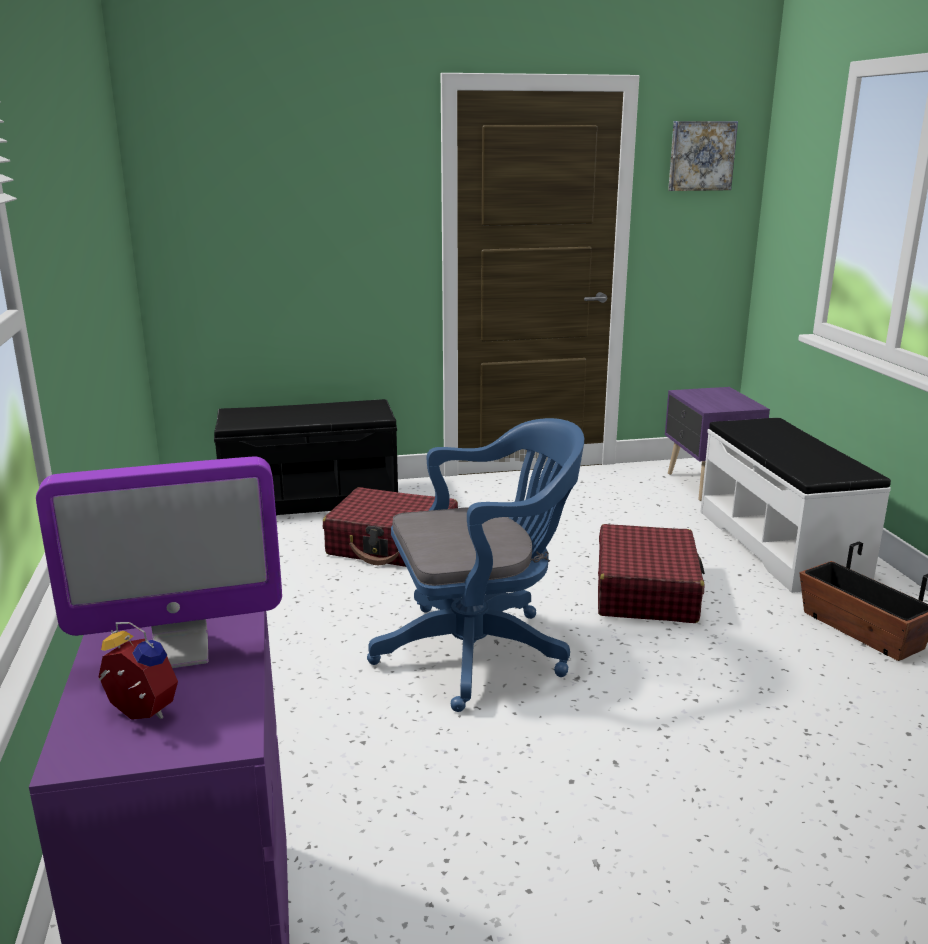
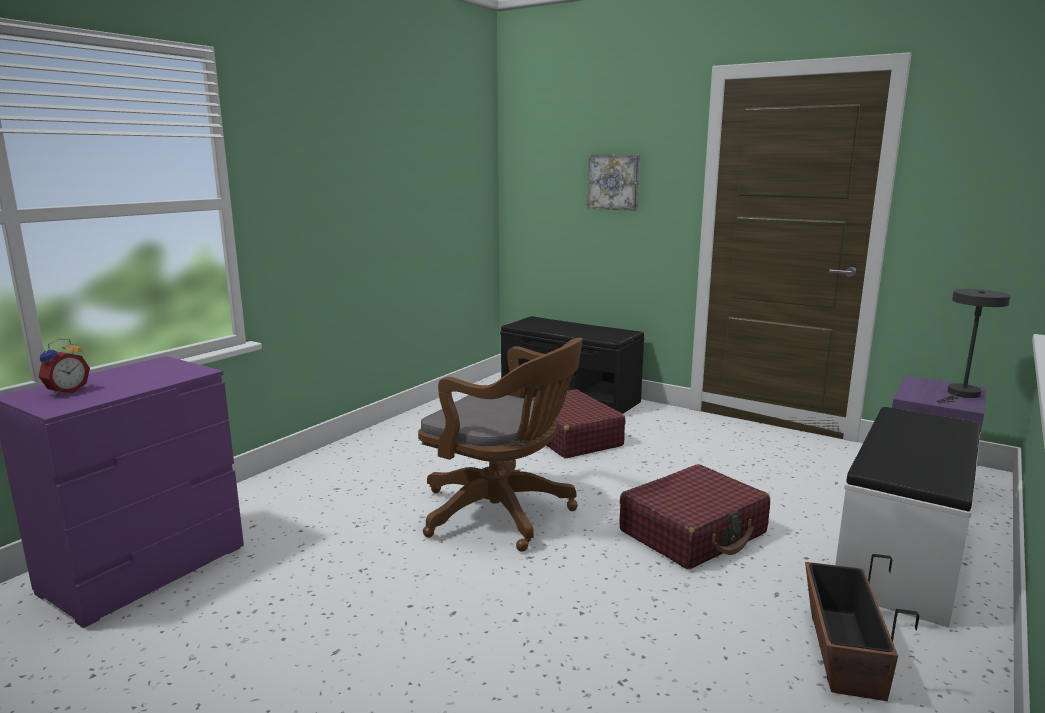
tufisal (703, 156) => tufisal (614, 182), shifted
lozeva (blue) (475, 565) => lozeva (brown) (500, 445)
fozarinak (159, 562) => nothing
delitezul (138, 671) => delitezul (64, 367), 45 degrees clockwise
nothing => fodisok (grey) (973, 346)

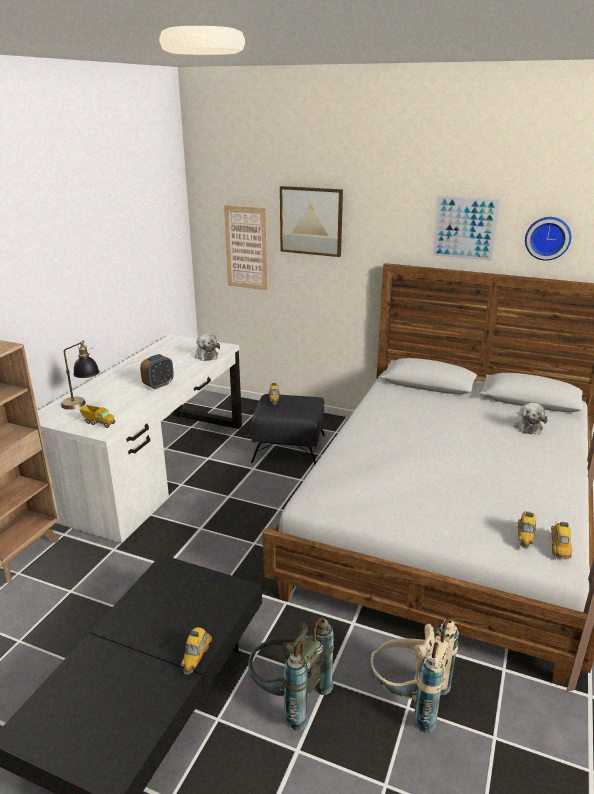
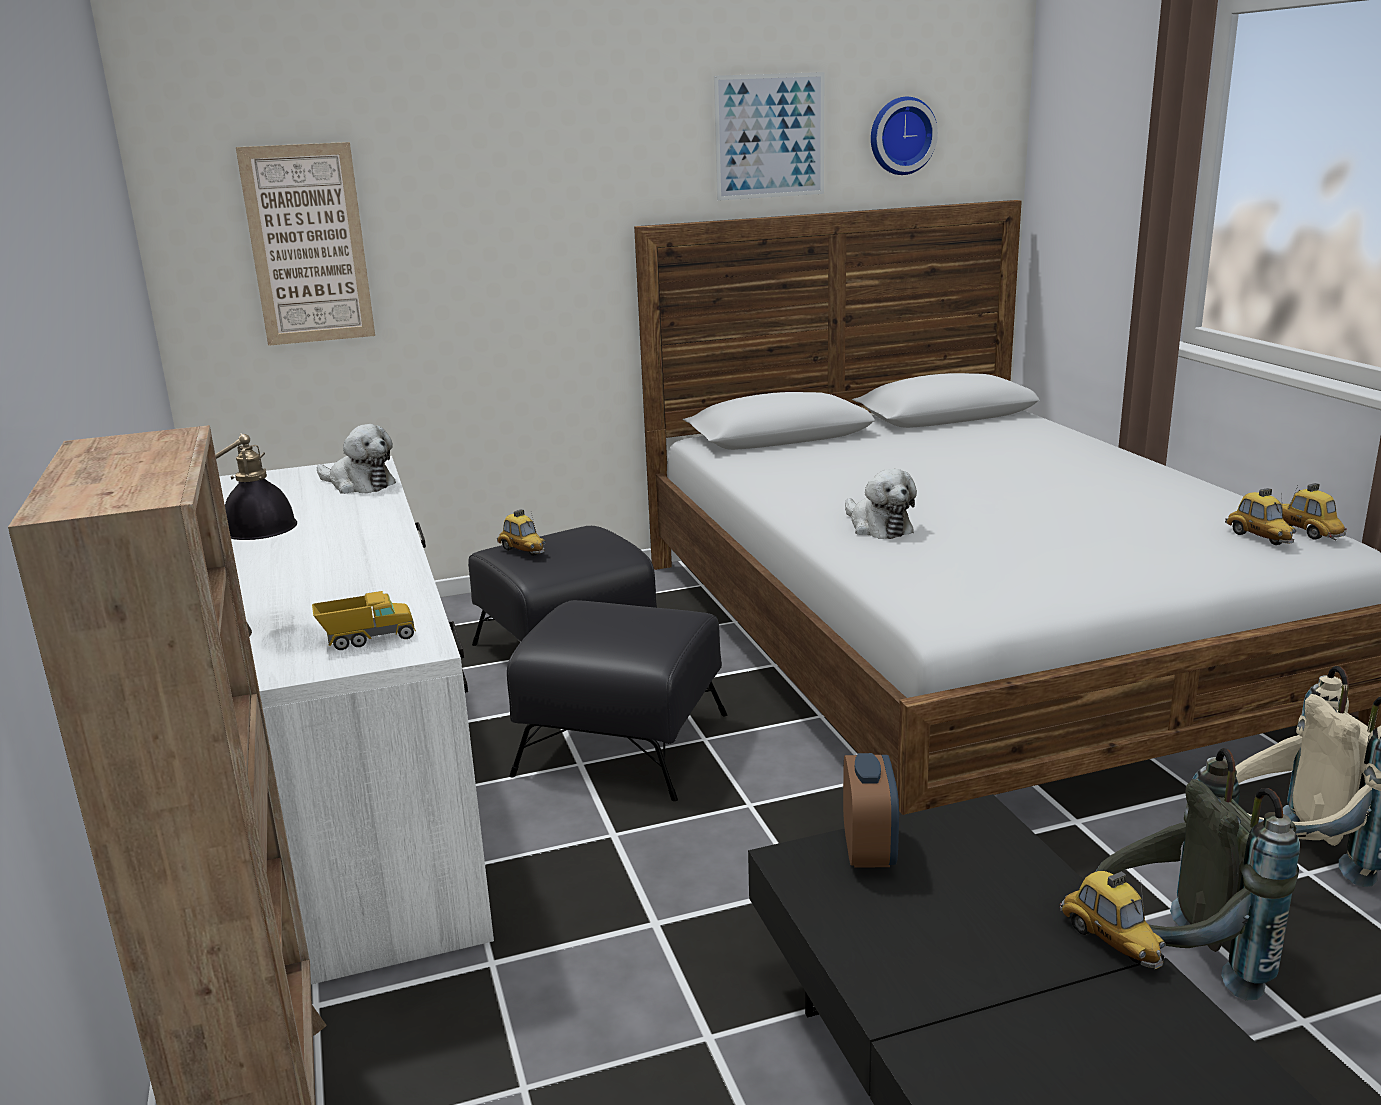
tufisal (311, 221) => nothing
delitezul (157, 371) => delitezul (871, 810), shifted
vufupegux (531, 419) => vufupegux (881, 504), shifted
nothing => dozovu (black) (617, 700)

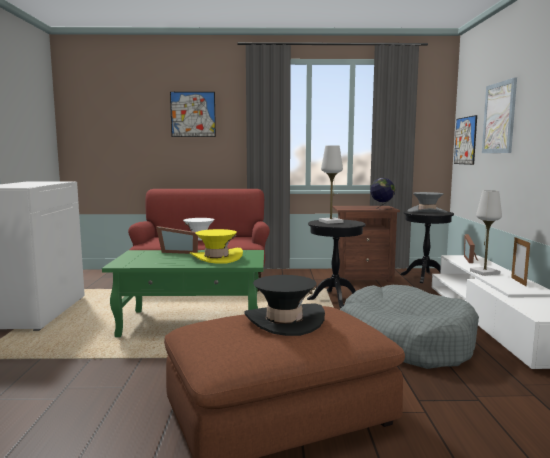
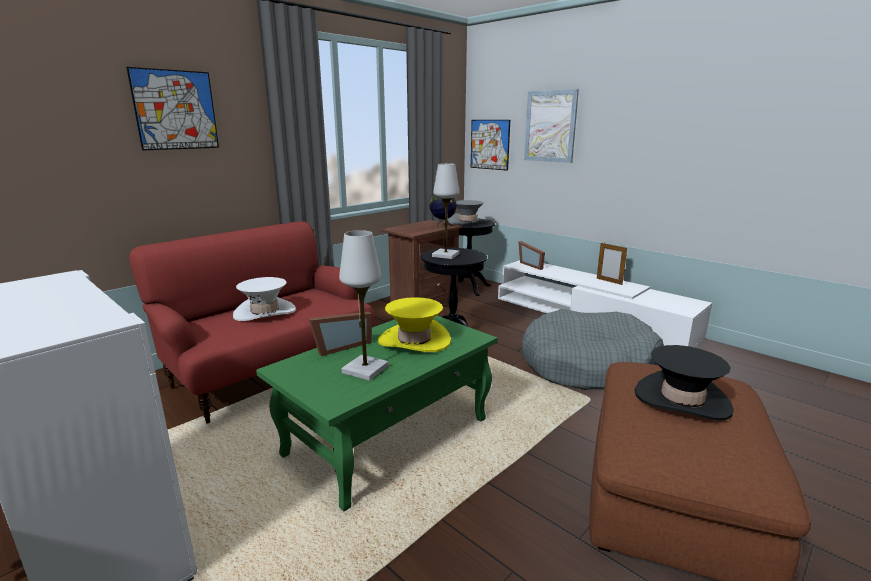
fodisok (white) (486, 233) => fodisok (white) (363, 305), shifted

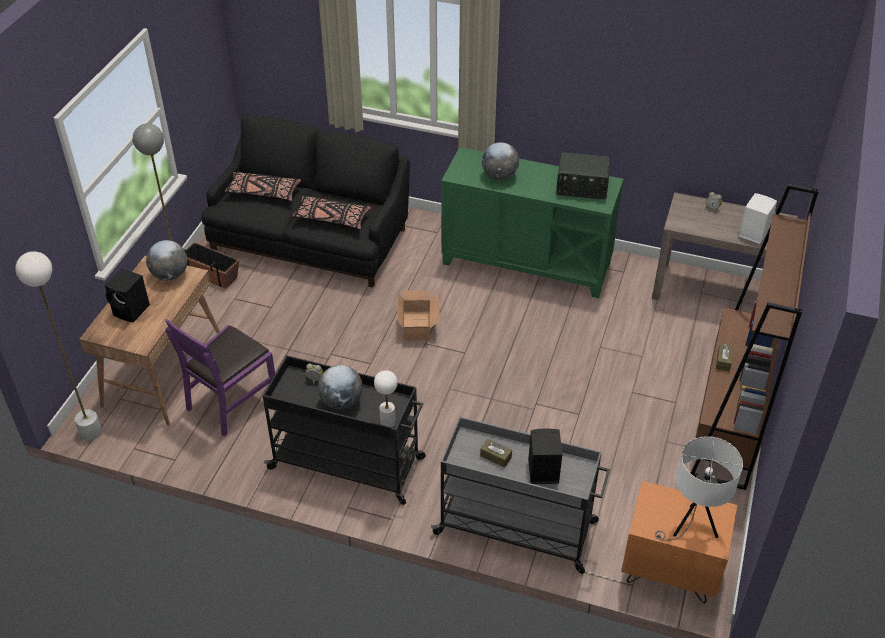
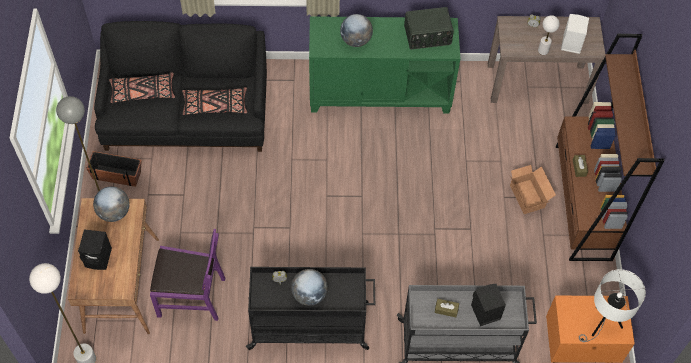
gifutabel (418, 315) => gifutabel (533, 189), shifted
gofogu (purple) (220, 378) => gofogu (purple) (187, 275), 105 degrees counterclockwise
fodisok (white) (386, 398) => fodisok (white) (549, 35), shifted

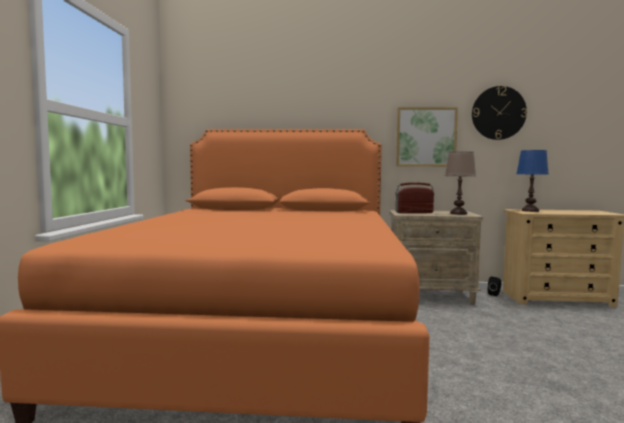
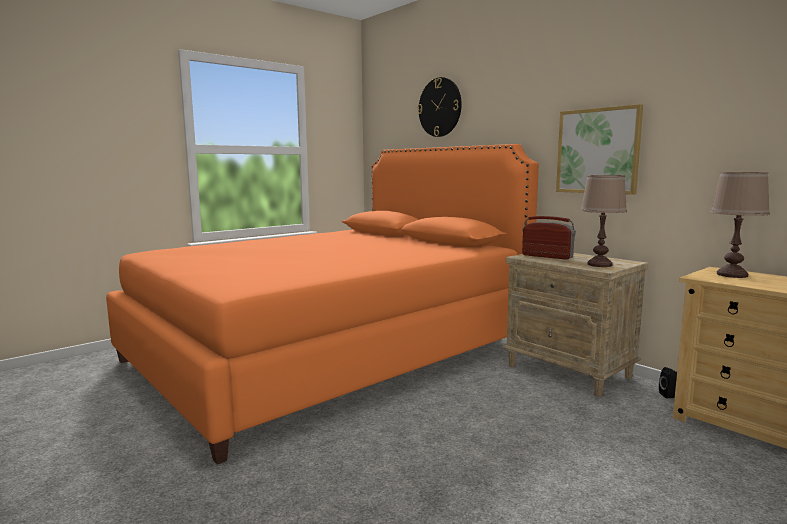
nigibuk (499, 113) => nigibuk (439, 107), shifted
fodisok (blue) (532, 181) => fodisok (brown) (740, 225)

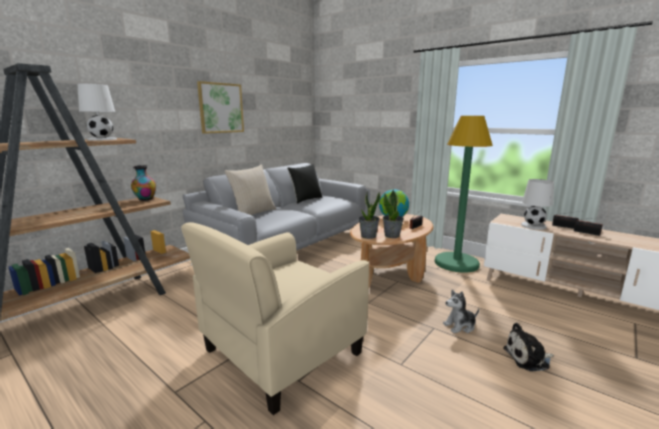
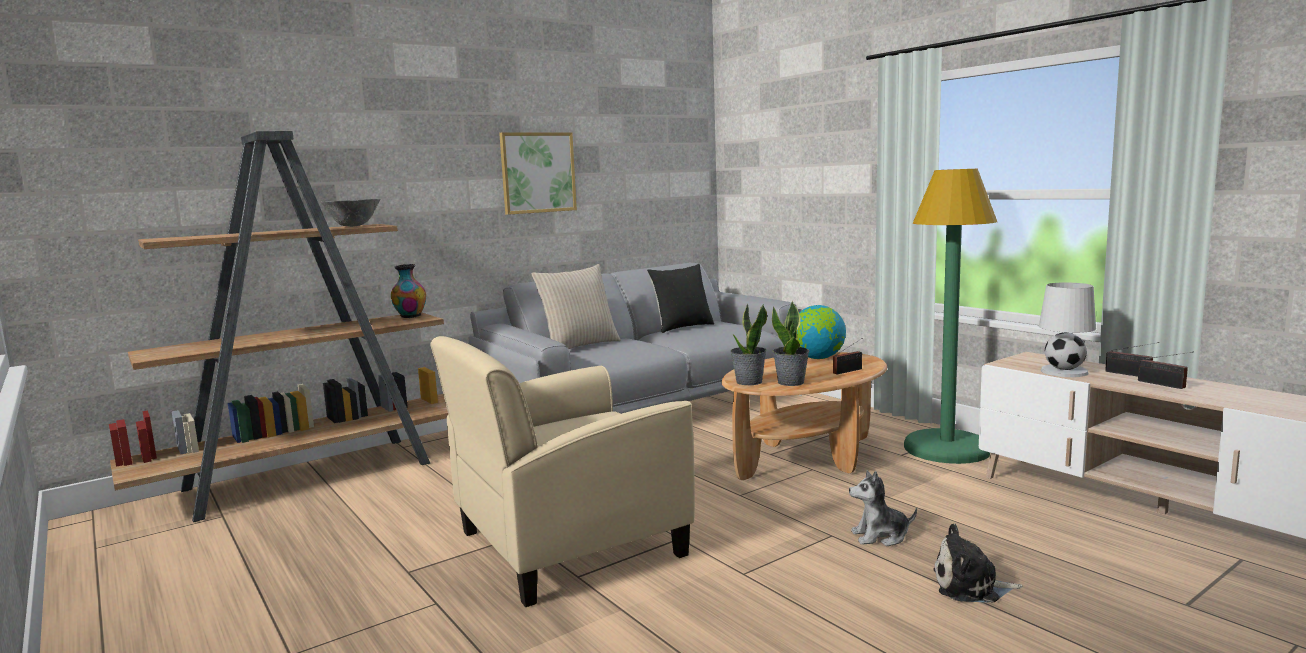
fodisok (white) (97, 112) => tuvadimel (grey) (350, 213)

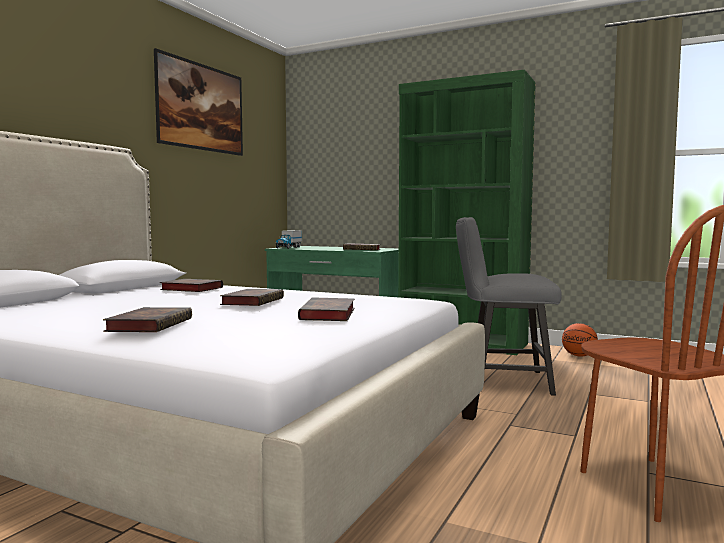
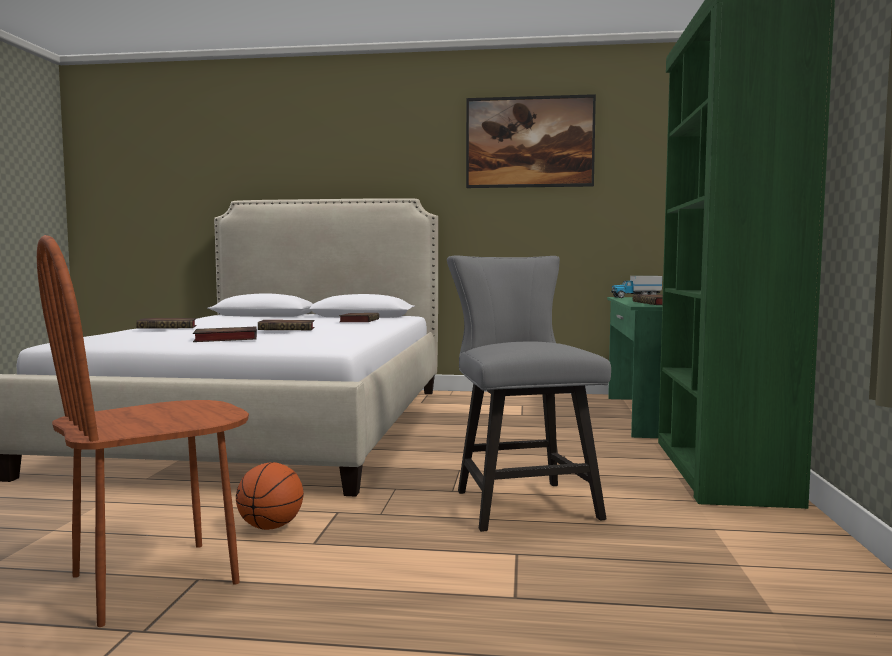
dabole (580, 340) => dabole (270, 496), shifted

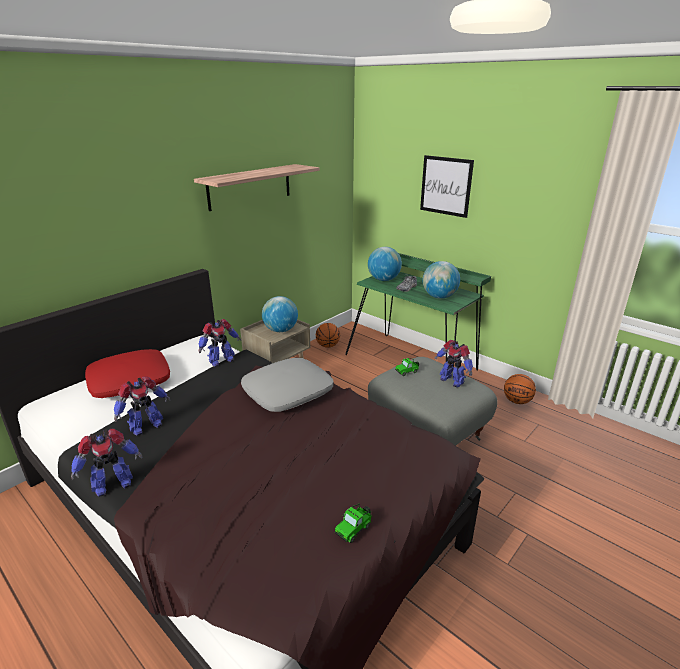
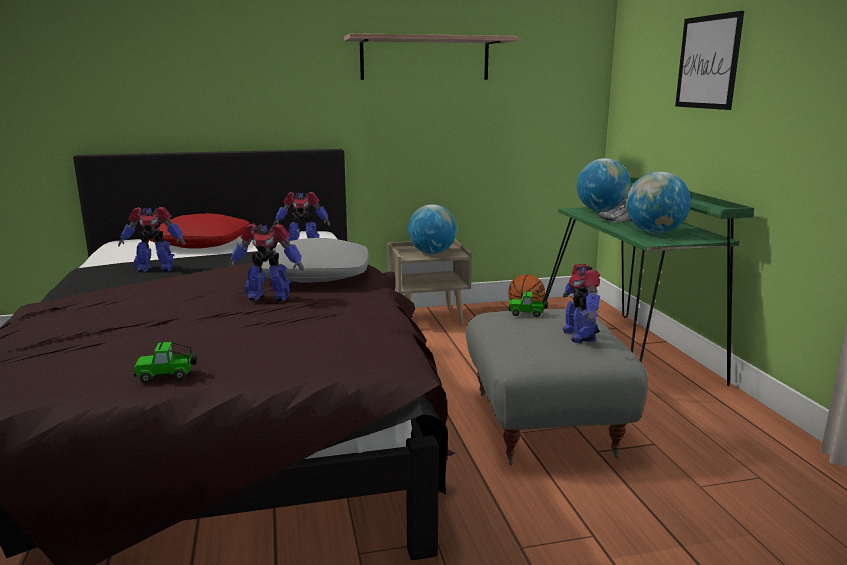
dabole (520, 389) => nothing
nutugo (106, 463) => nutugo (266, 262), shifted

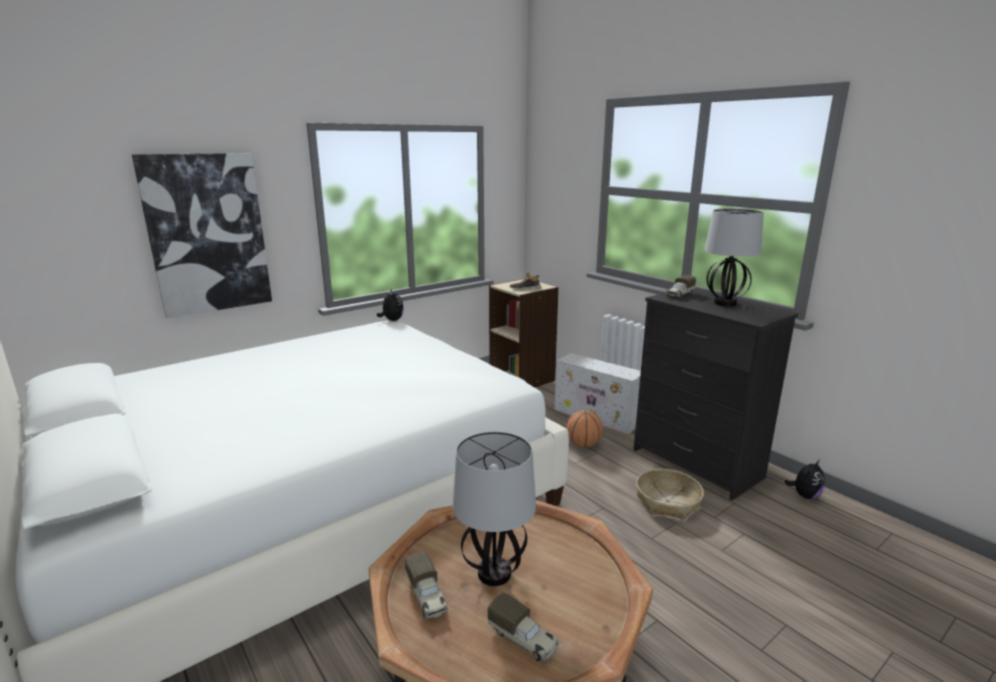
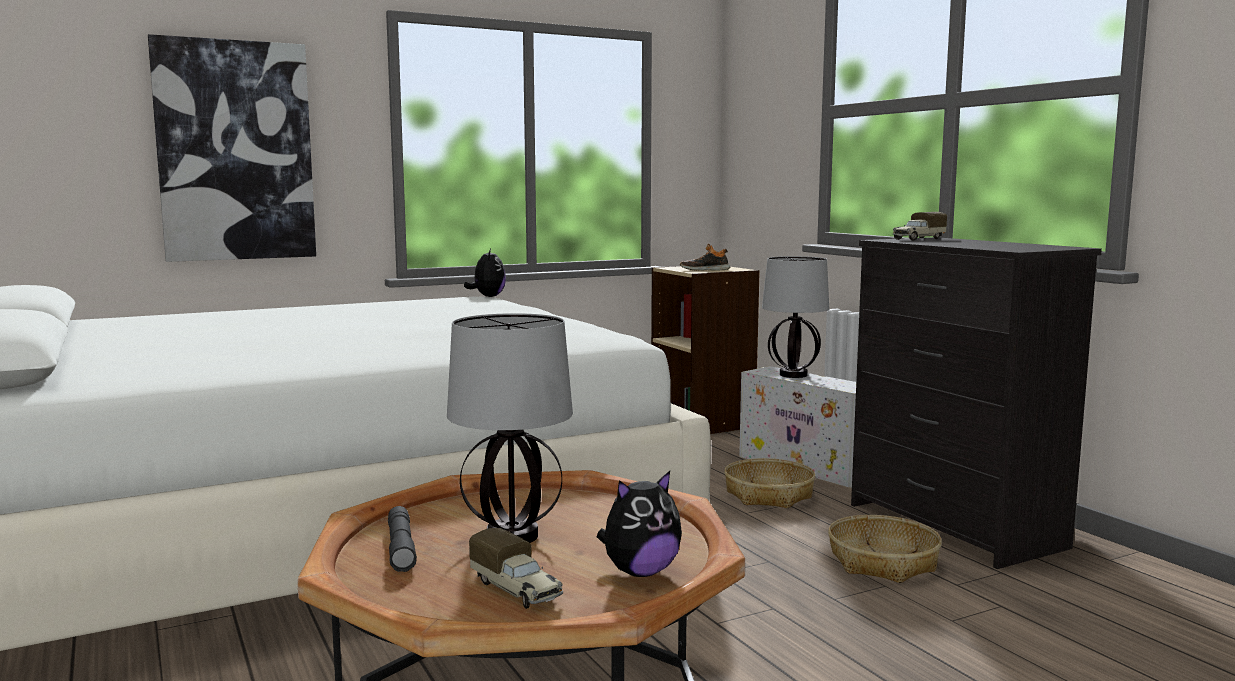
fodisok (734, 258) => fodisok (795, 317), shifted
dabole (584, 428) => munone (769, 483)
vufupegux (804, 479) => vufupegux (639, 524), shifted
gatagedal (426, 585) => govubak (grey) (402, 539)

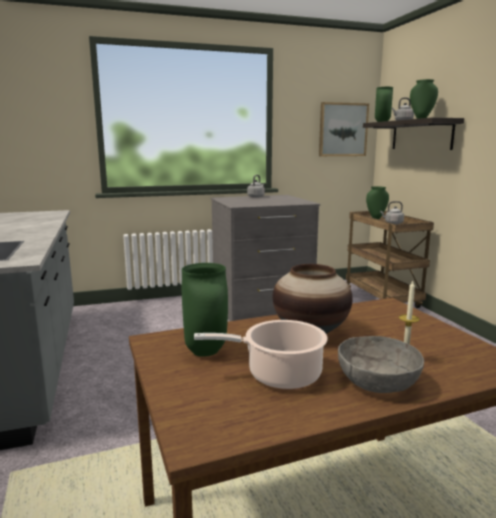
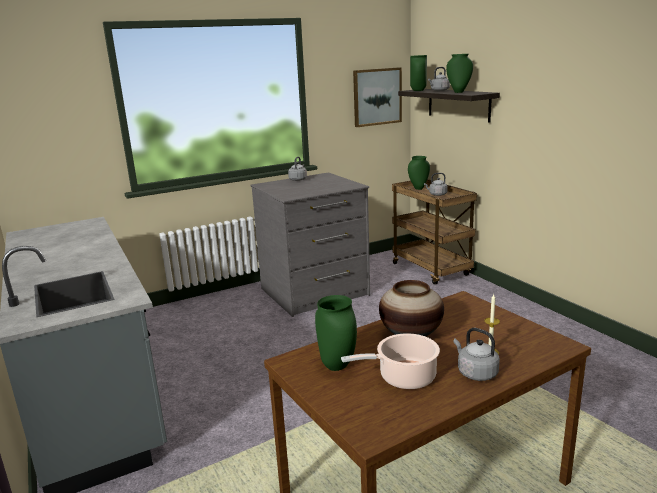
tuvadimel (grey) (381, 364) => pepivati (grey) (476, 354)

